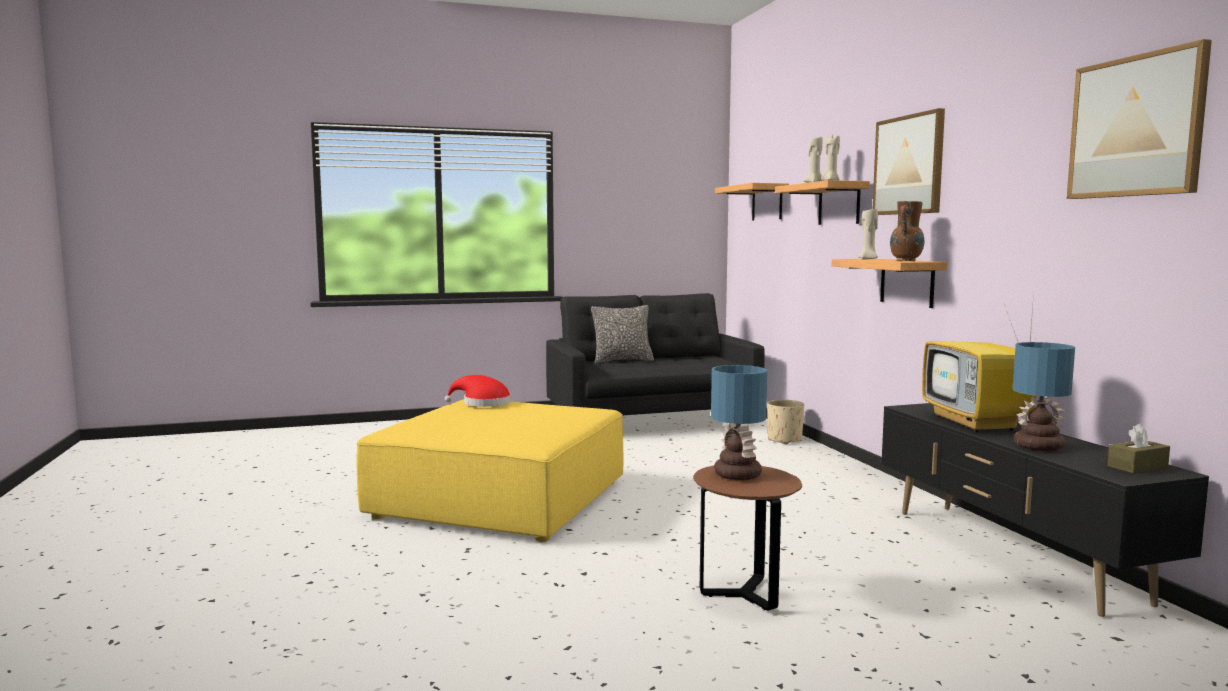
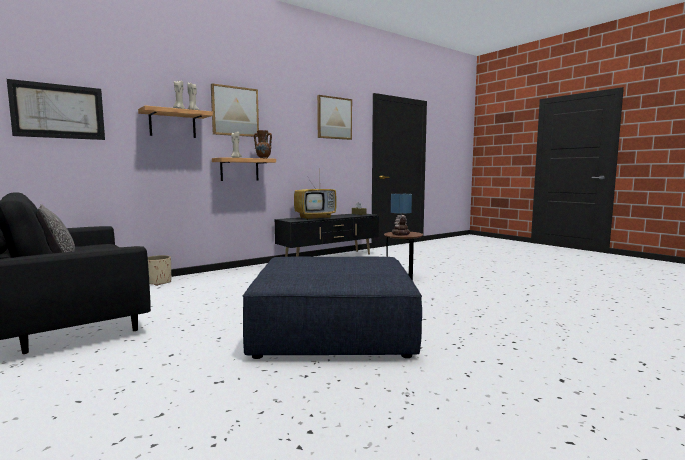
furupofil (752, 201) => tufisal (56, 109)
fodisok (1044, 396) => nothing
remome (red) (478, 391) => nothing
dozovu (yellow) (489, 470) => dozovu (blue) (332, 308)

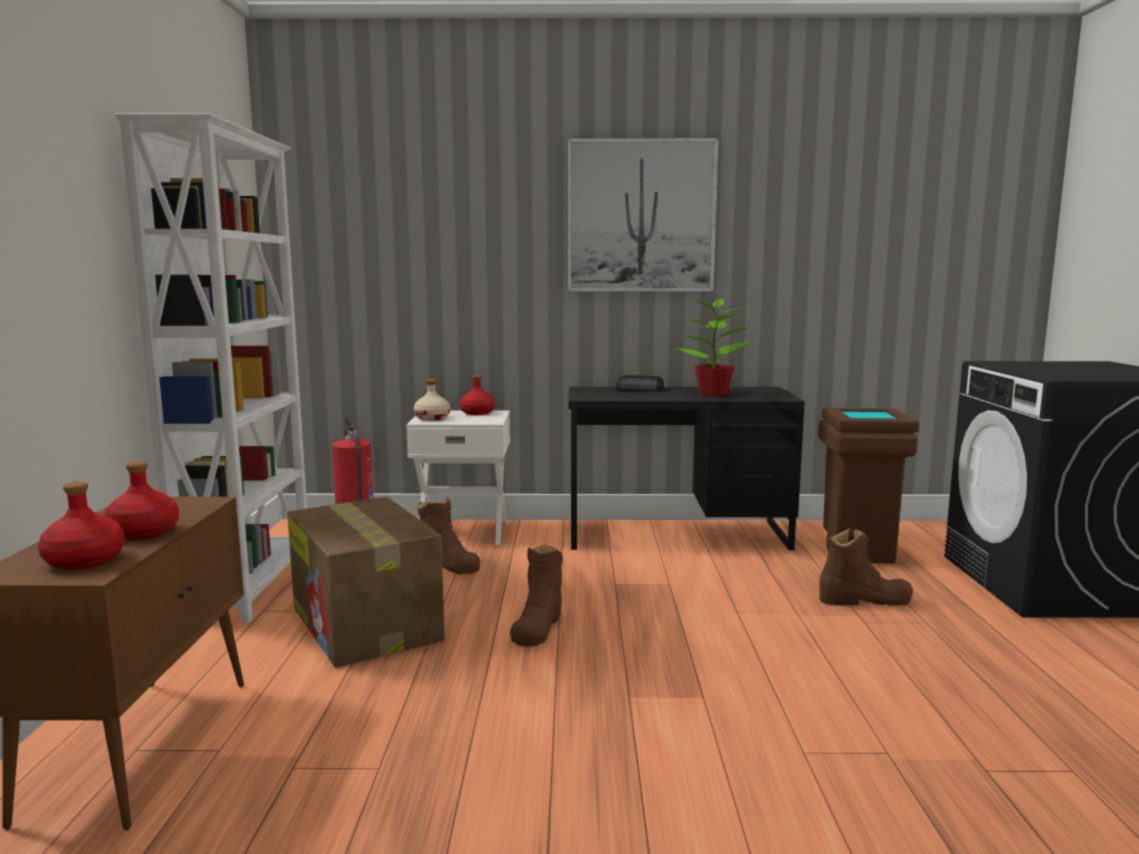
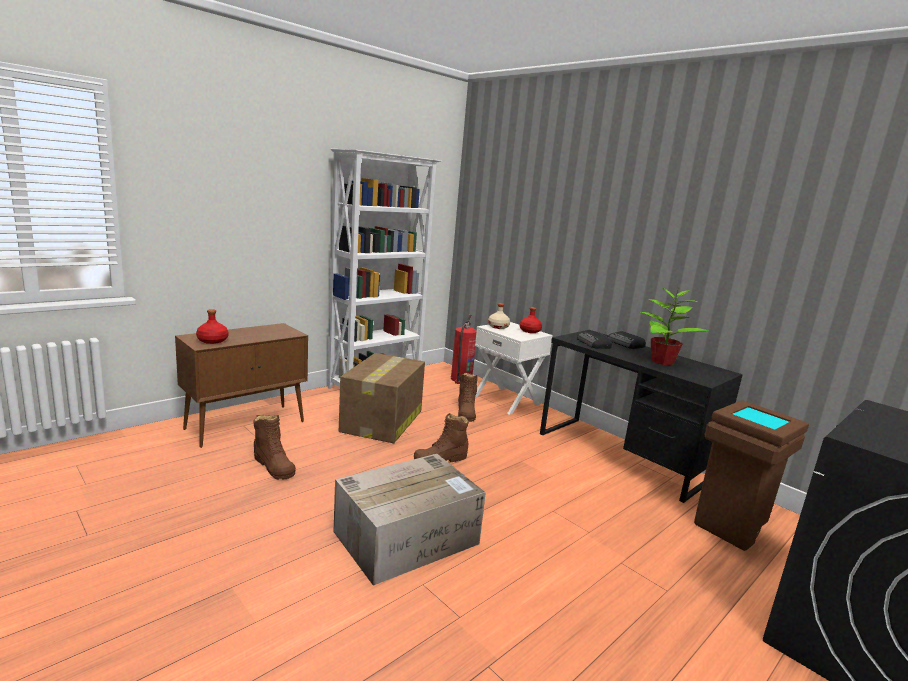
tufisal (643, 214) => nothing
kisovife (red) (141, 500) => nothing
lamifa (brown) (866, 567) => lamifa (brown) (274, 447), shifted
nothing => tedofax (594, 340)
nothing => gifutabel (410, 520)

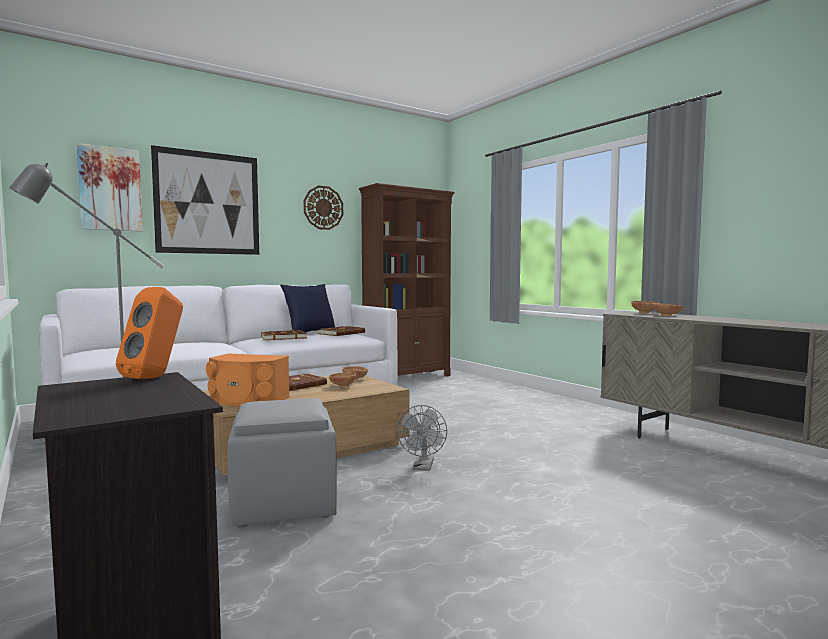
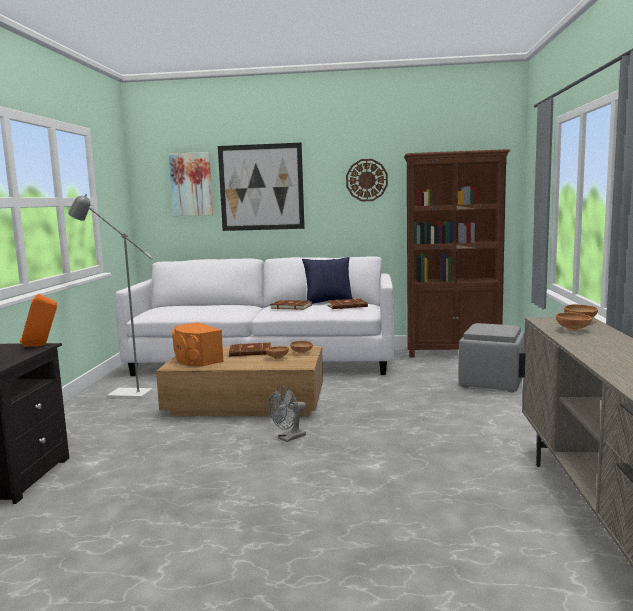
dozovu (grey) (282, 462) => dozovu (grey) (492, 357), shifted

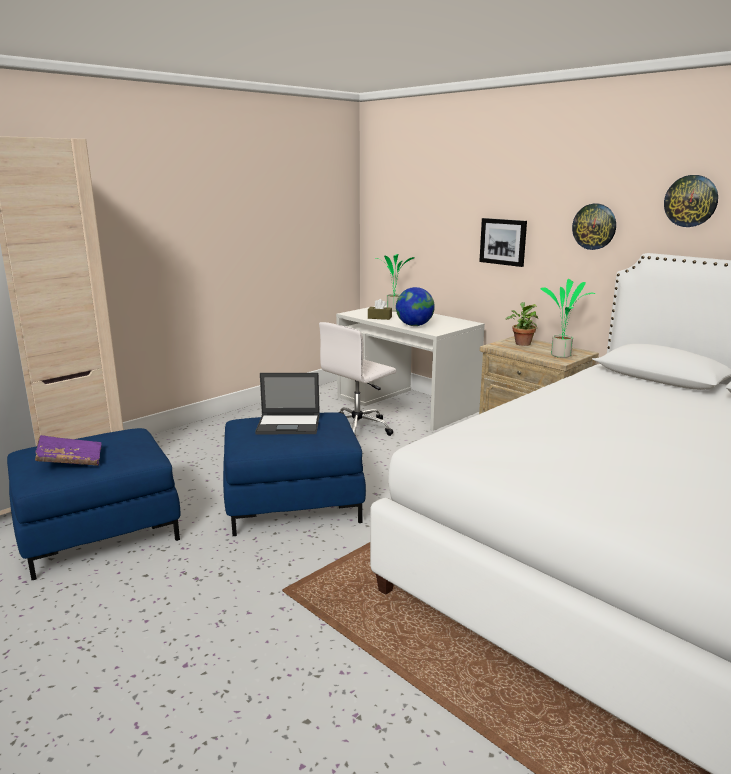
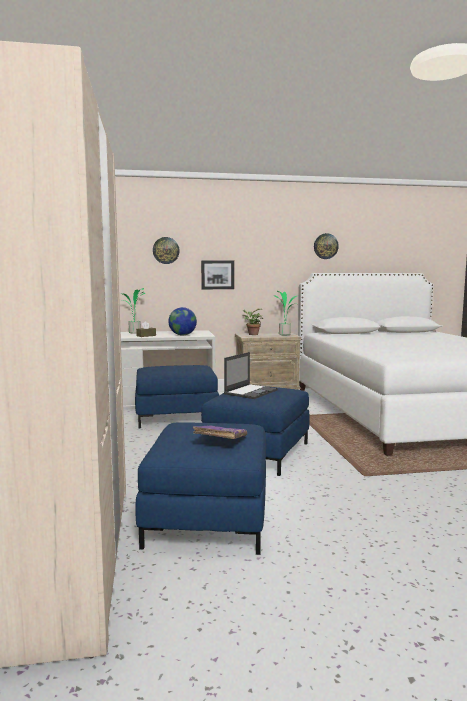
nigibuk (594, 226) => nigibuk (166, 250), shifted
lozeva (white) (357, 379) => dozovu (blue) (177, 396)

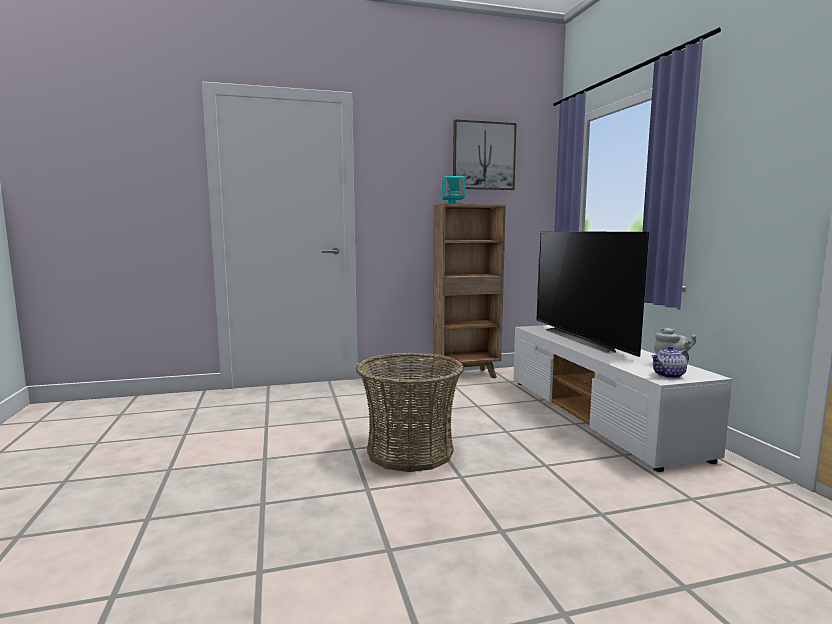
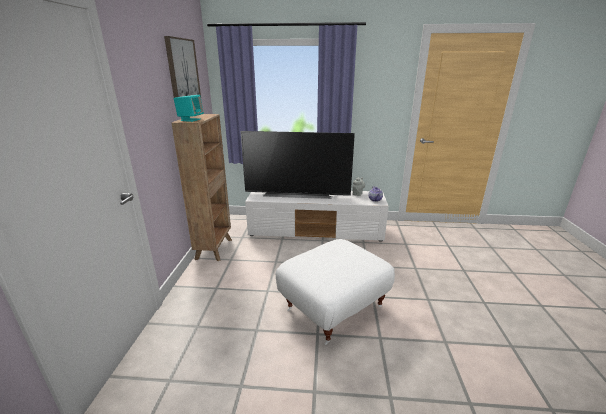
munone (410, 412) => dozovu (white) (335, 292)

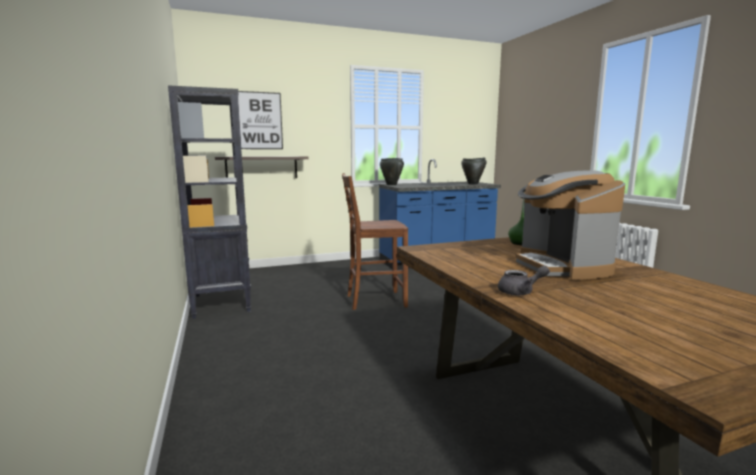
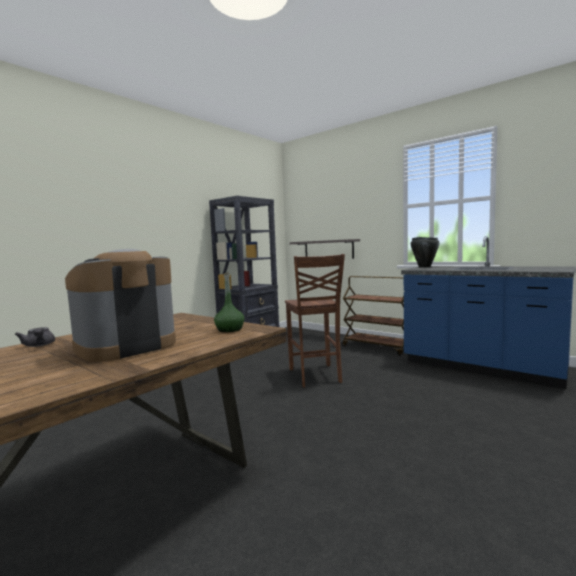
tufisal (260, 120) => nothing
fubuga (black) (473, 171) => nothing
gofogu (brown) (375, 241) => gofogu (brown) (315, 320), 150 degrees counterclockwise
nothing => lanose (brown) (373, 316)

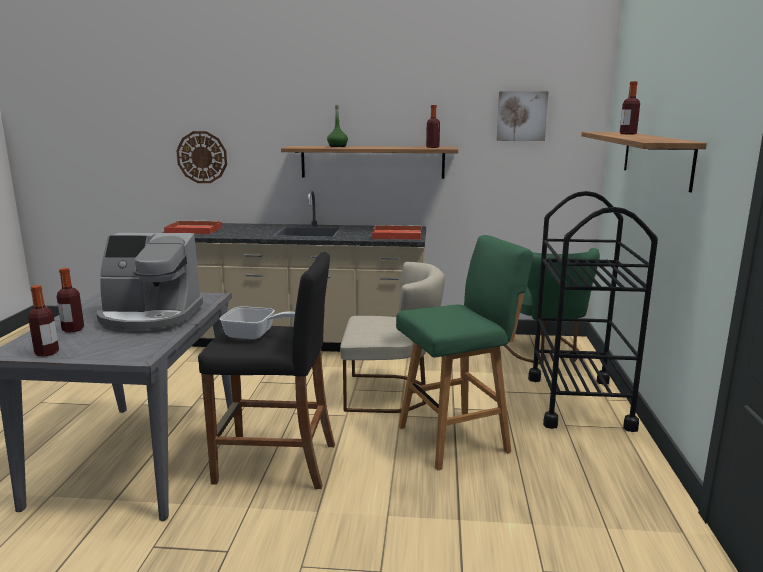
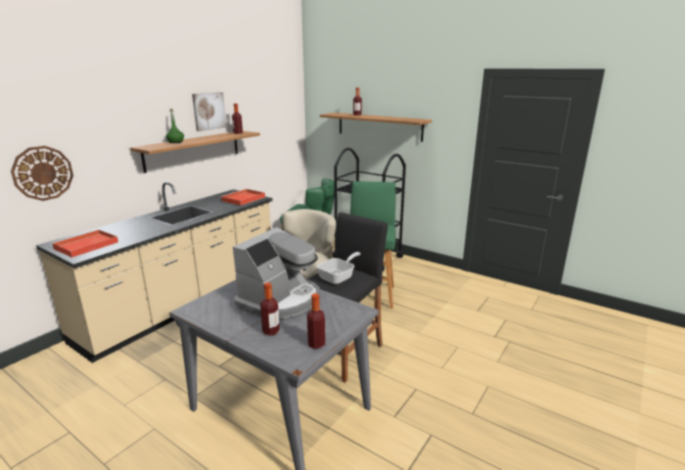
tufisal (523, 116) => tufisal (209, 111), shifted

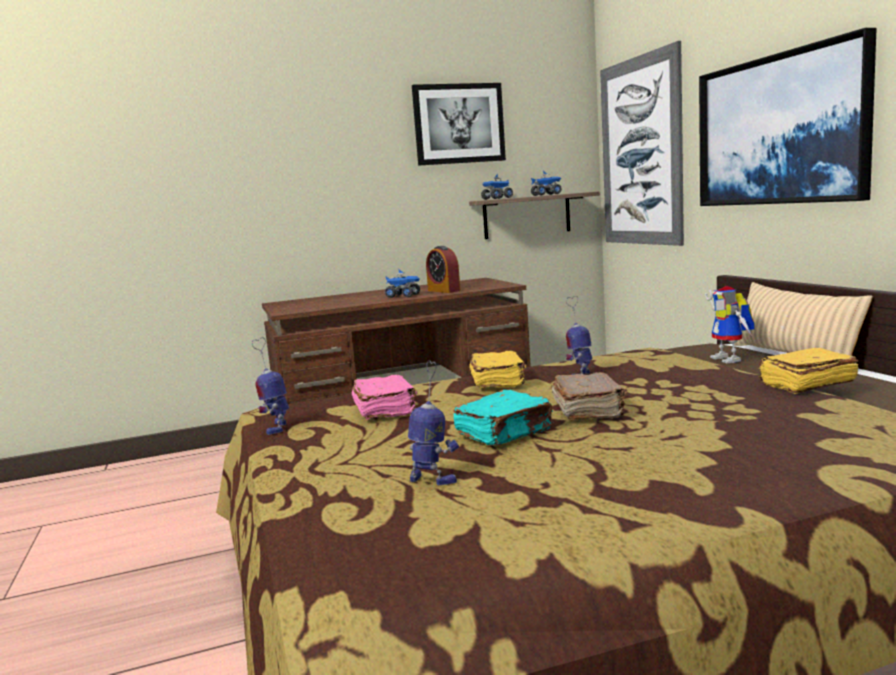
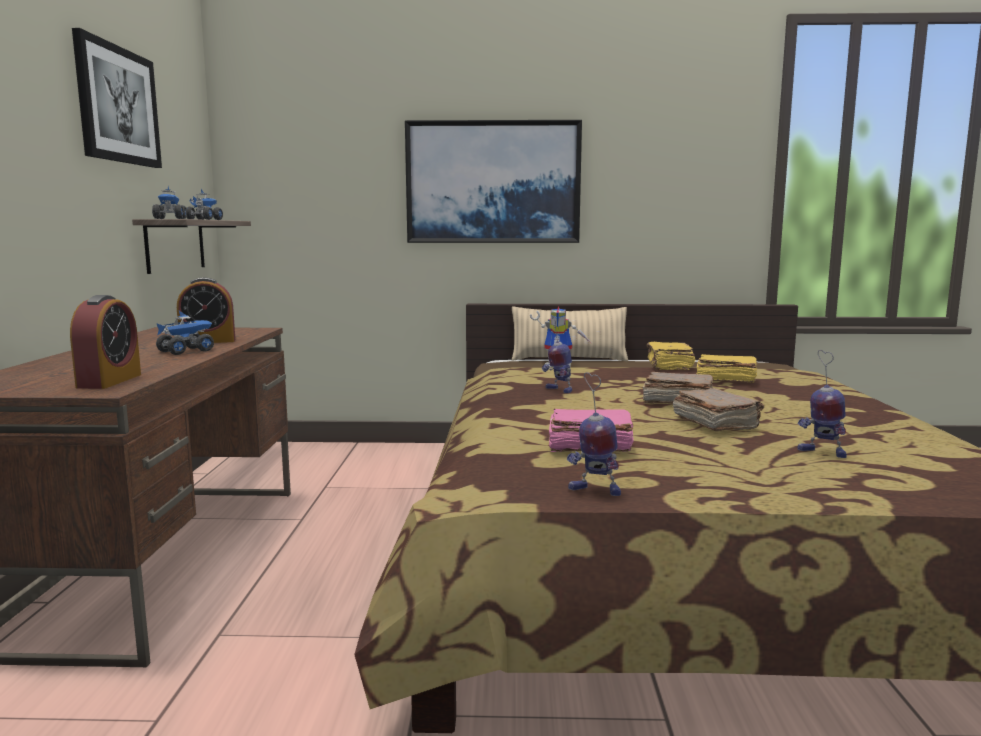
tufisal (642, 143) => nothing
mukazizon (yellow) (498, 369) => mukazizon (yellow) (727, 368), shifted
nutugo (433, 422) => nutugo (822, 404), 105 degrees counterclockwise
mukazizon (turquoise) (503, 418) => mukazizon (brown) (718, 409)
nothing => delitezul (105, 342)

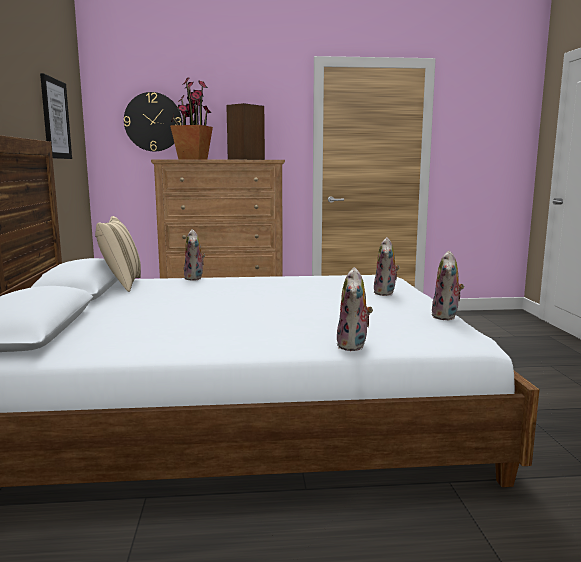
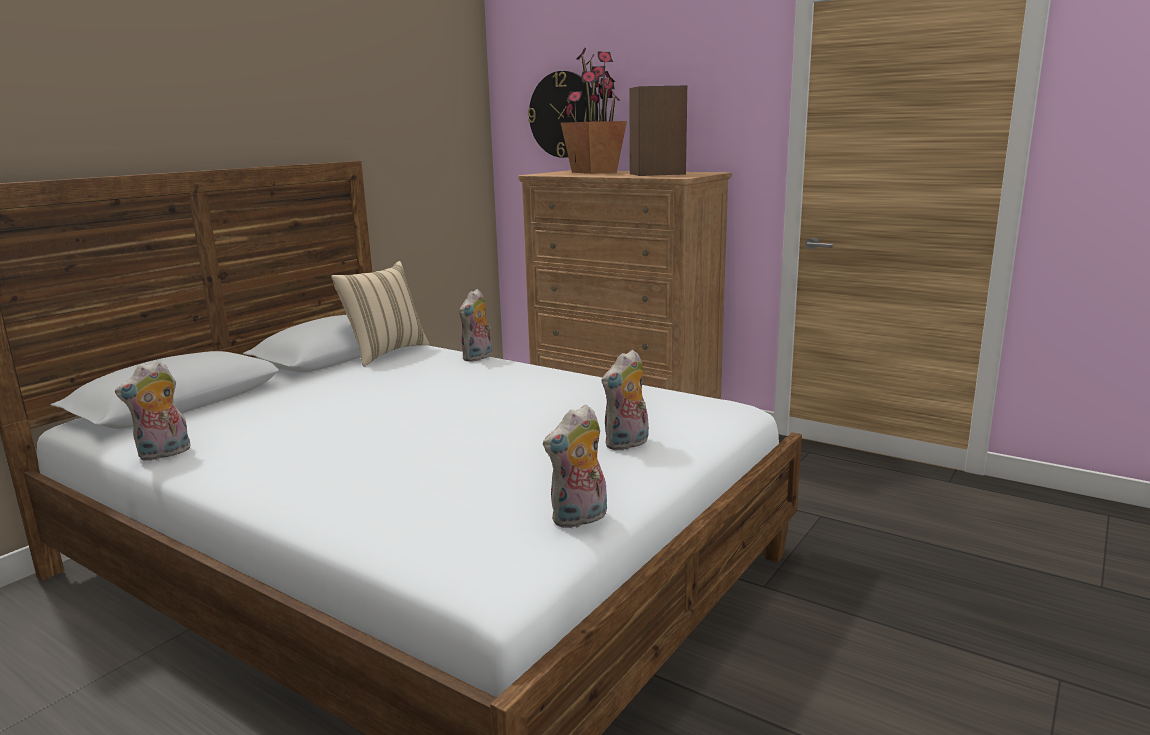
tufisal (56, 116) => nothing
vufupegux (354, 309) => vufupegux (153, 410), shifted

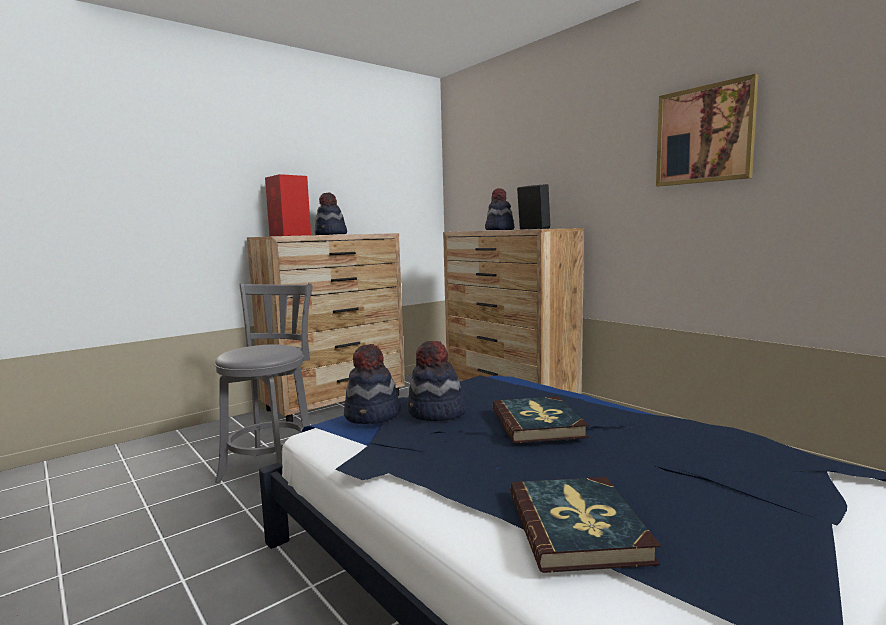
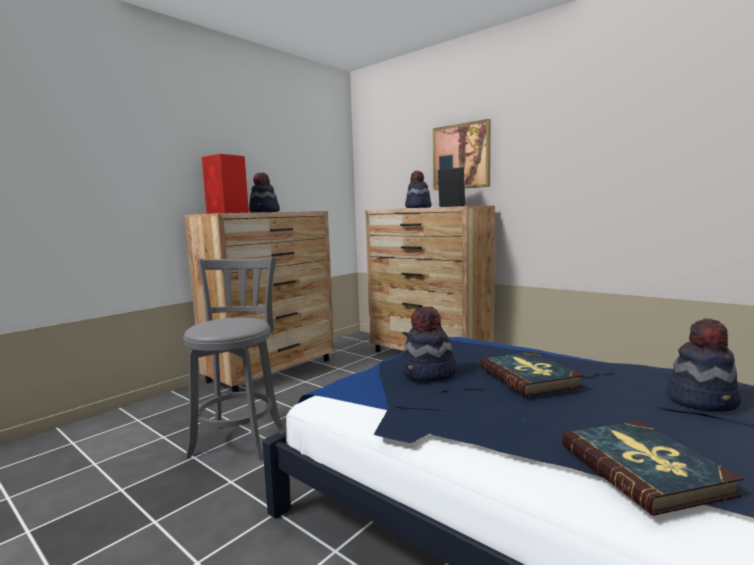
tufisal (707, 130) => tufisal (462, 154), shifted
remome (372, 384) => remome (704, 365), shifted

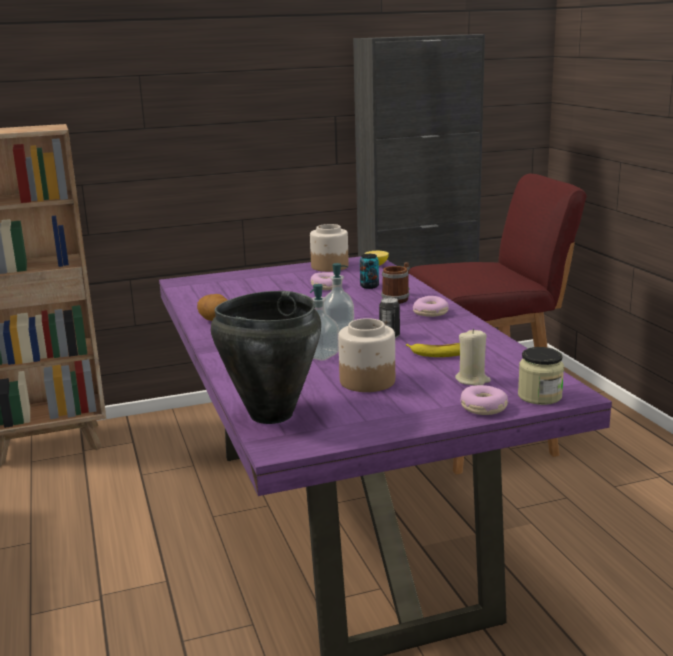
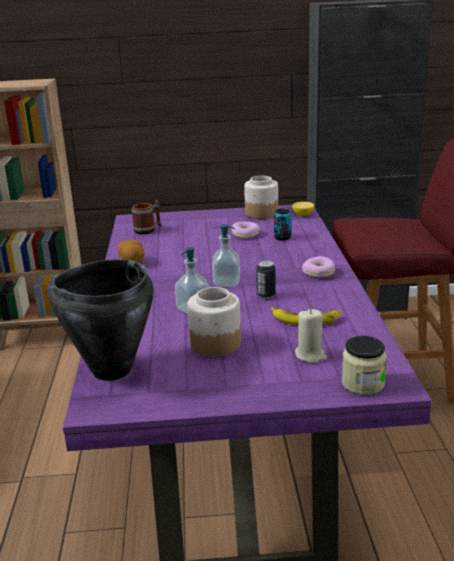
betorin (395, 283) => betorin (146, 217), shifted
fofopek (484, 400) => nothing

